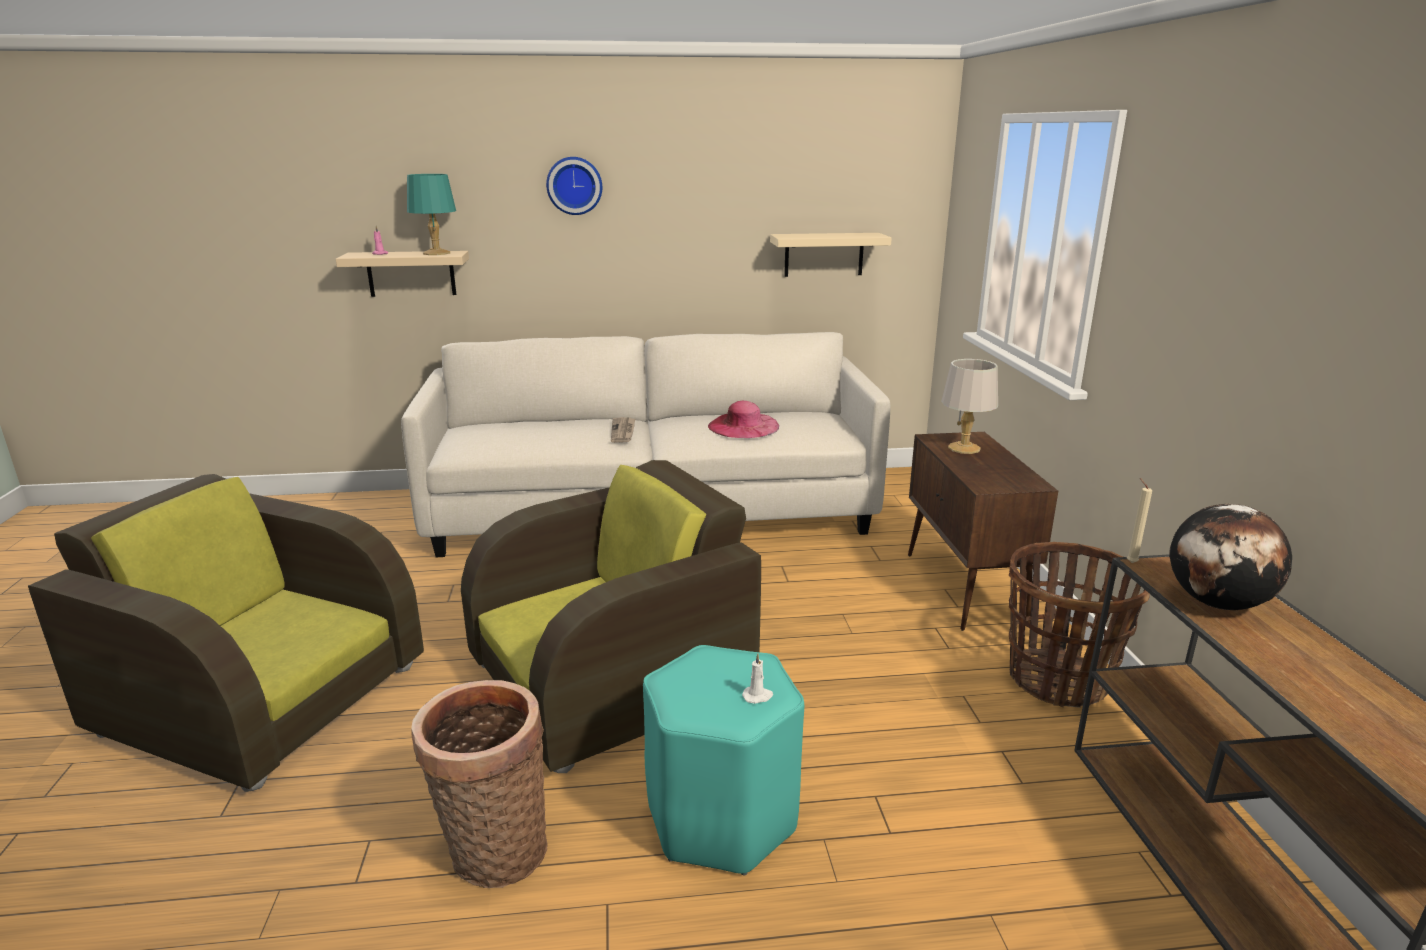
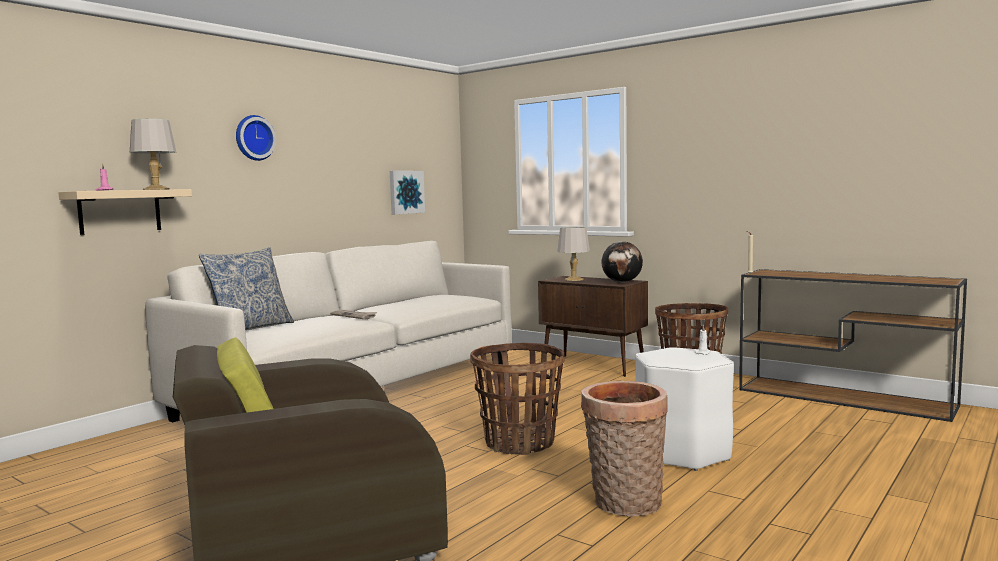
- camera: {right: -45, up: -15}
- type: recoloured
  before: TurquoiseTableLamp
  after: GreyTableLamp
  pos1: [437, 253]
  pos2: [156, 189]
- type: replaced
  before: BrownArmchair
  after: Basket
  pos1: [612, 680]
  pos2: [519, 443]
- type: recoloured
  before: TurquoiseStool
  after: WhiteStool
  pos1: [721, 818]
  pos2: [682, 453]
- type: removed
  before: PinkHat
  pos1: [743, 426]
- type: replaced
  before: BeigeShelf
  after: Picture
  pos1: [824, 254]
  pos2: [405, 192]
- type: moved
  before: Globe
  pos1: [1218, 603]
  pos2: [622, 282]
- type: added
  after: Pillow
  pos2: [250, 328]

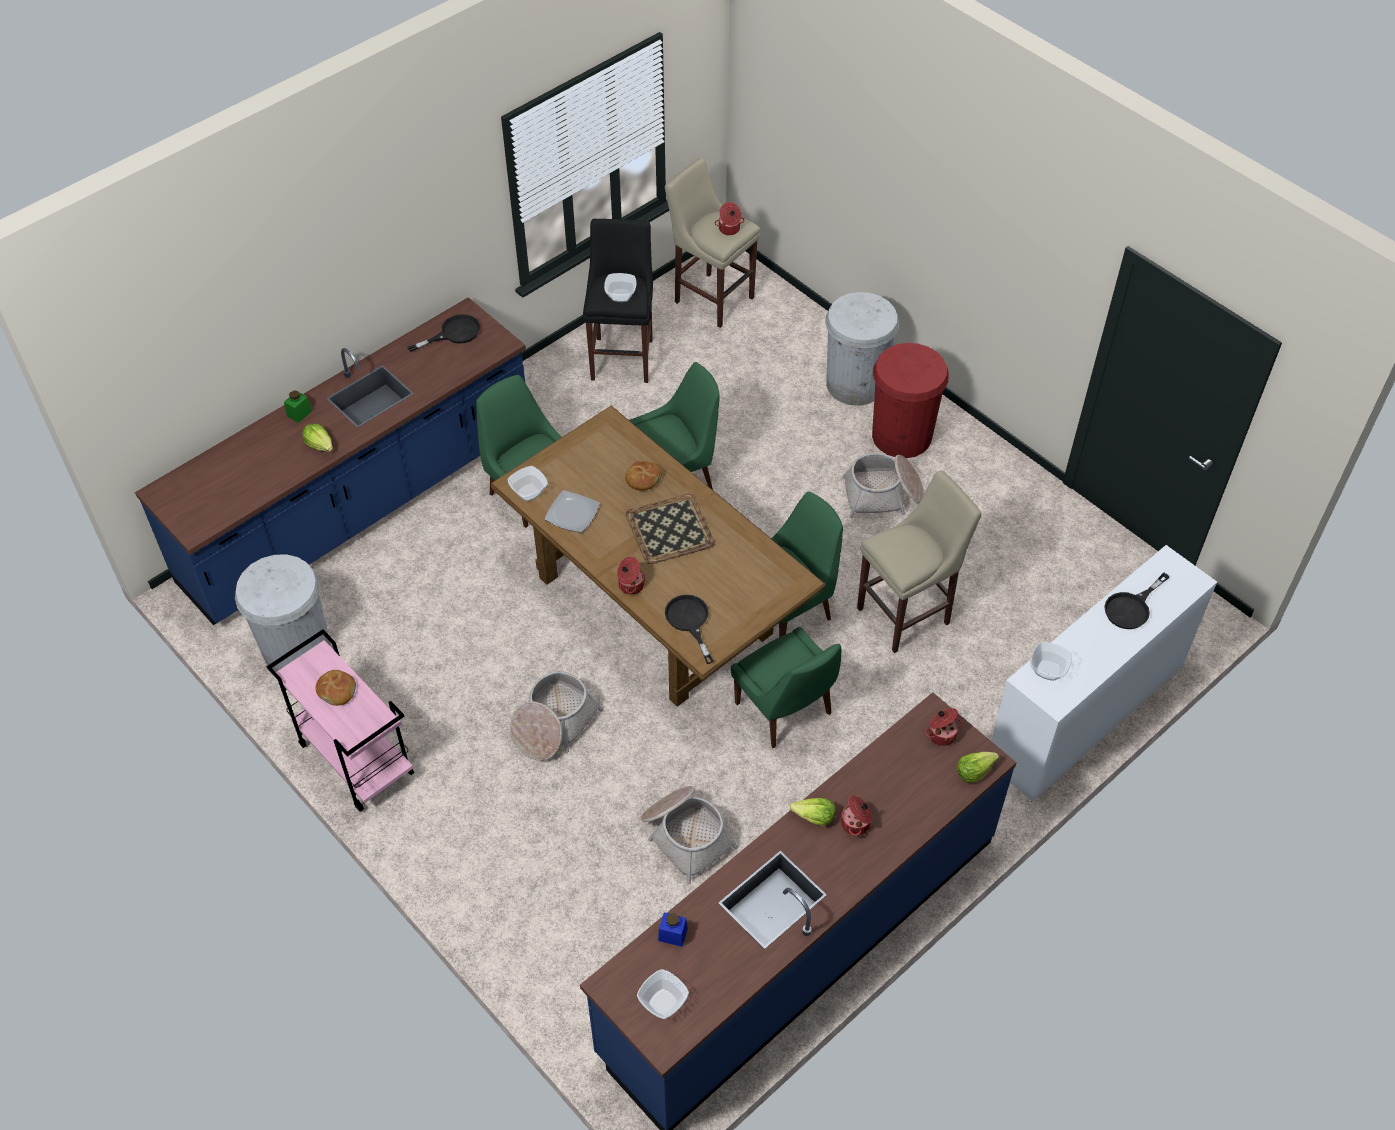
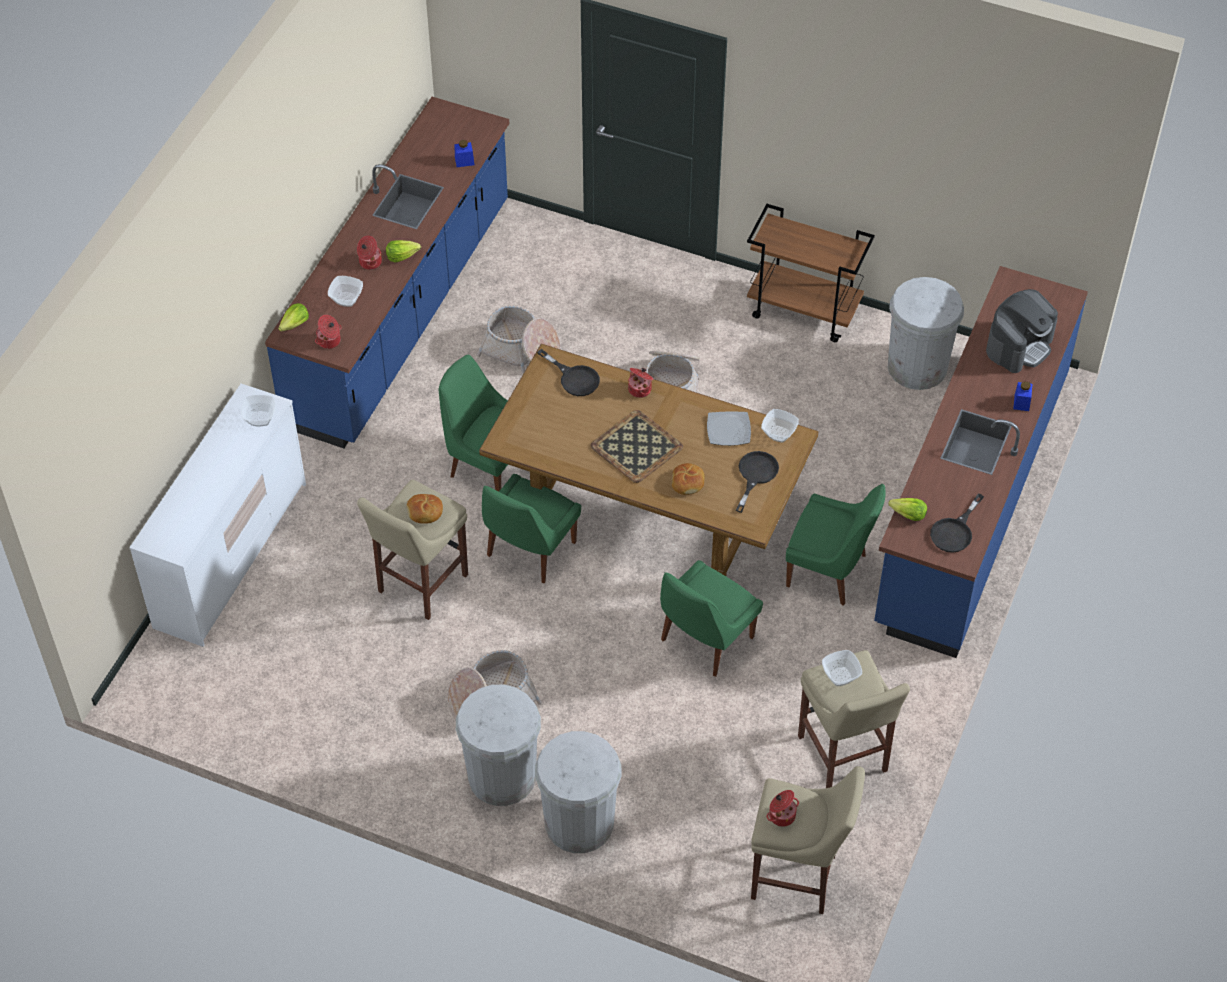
- camera: {right: 155, up: 0}
- type: recoloured
  before: PinkCart
  after: BrownCart
  pos1: [354, 759]
  pos2: [804, 311]
- type: recoloured
  before: GreenJar
  after: BlueJar
  pos1: [299, 413]
  pos2: [1021, 402]
- type: moved
  before: Lettuce
  pos1: [320, 445]
  pos2: [908, 515]
- type: moved
  before: Bread
  pos1: [337, 690]
  pos2: [425, 512]
- type: recoloured
  before: BlackStool
  after: BeigeStool
  pos1: [623, 357]
  pos2: [844, 757]
- type: moved
  before: Bowl
  pos1: [664, 1002]
  pos2: [346, 299]
- type: recoloured
  before: RedTrashCan
  after: WhiteTrashCan
  pos1: [901, 435]
  pos2: [502, 776]
- type: moved
  before: BlackFryingPan
  pos1: [1131, 607]
  pos2: [755, 475]
- type: added
  after: CoffeeMachine
  pos2: [1019, 345]

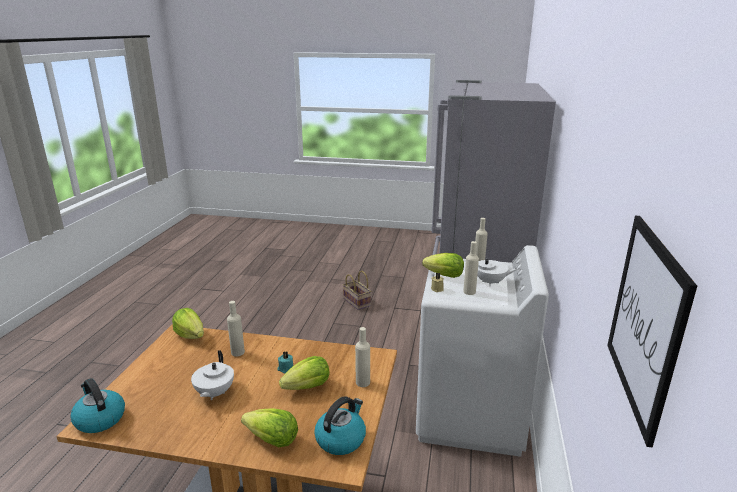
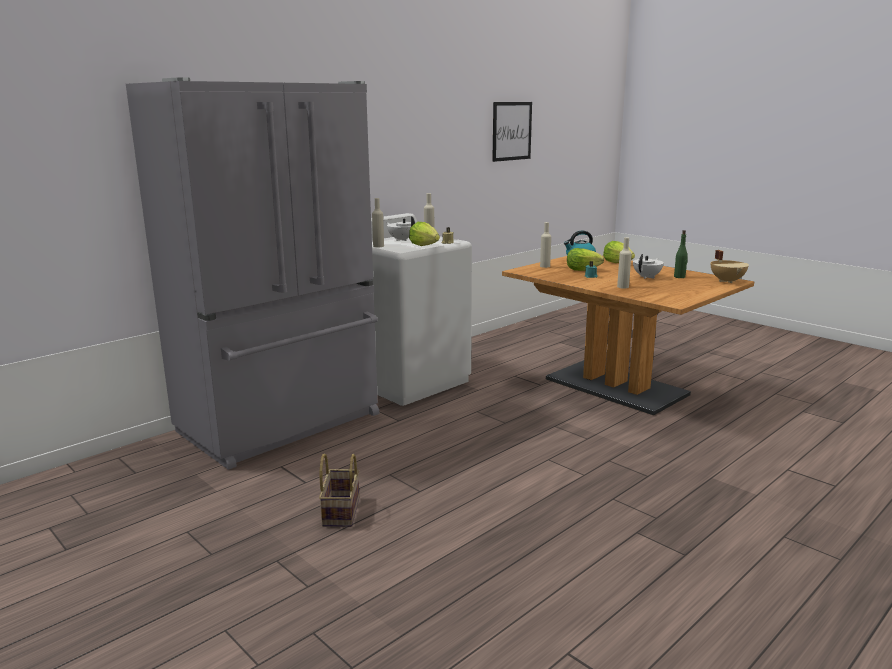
- camera: {right: -145, up: -5}
- type: replaced
  before: Kettle
  after: BeigeCookingPot
  pos1: [99, 419]
  pos2: [727, 281]
- type: removed
  before: Lettuce
  pos1: [190, 335]
- type: added
  after: GreenBottle
  pos2: [679, 277]

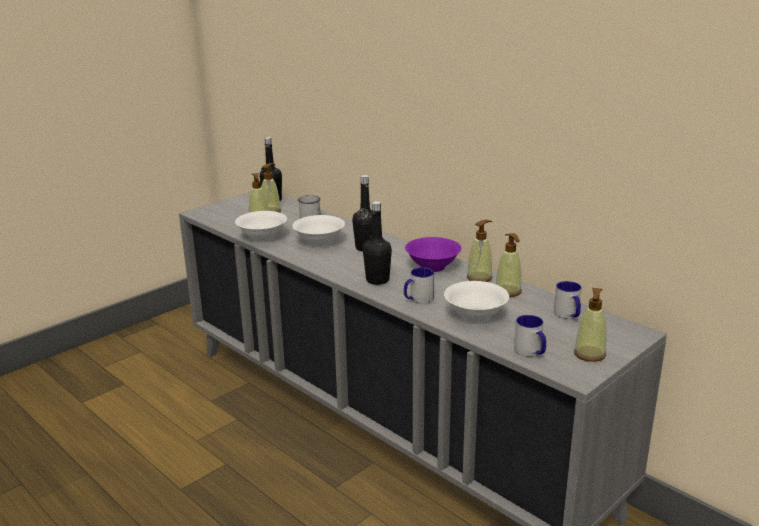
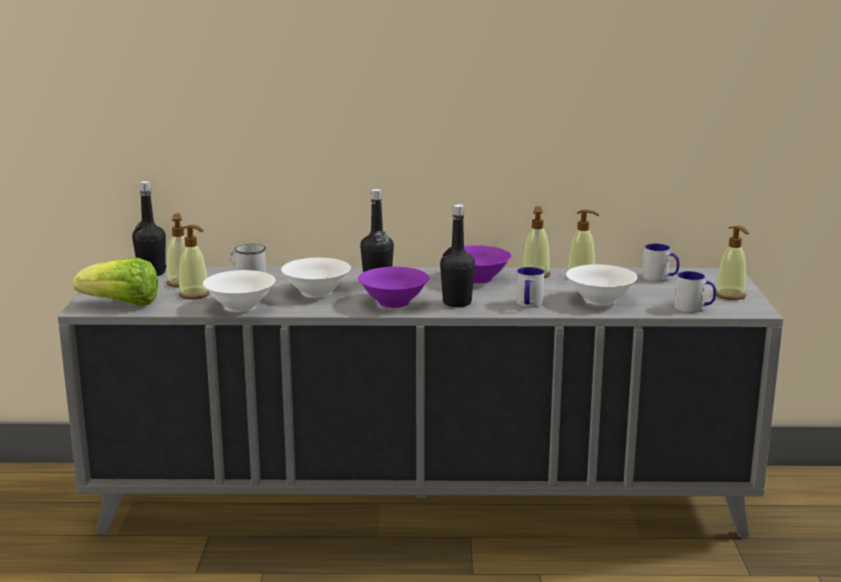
- camera: {right: -45, up: -5}
- type: added
  after: Lettuce
  pos2: [122, 304]
- type: added
  after: PurpleBowl
  pos2: [394, 302]

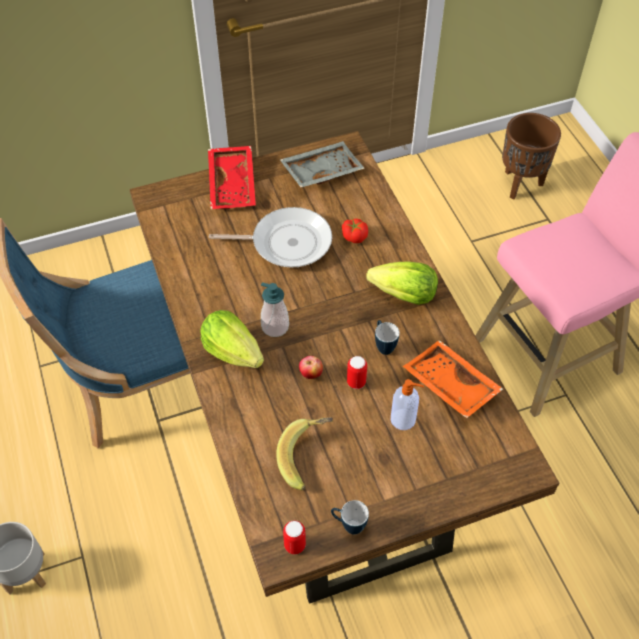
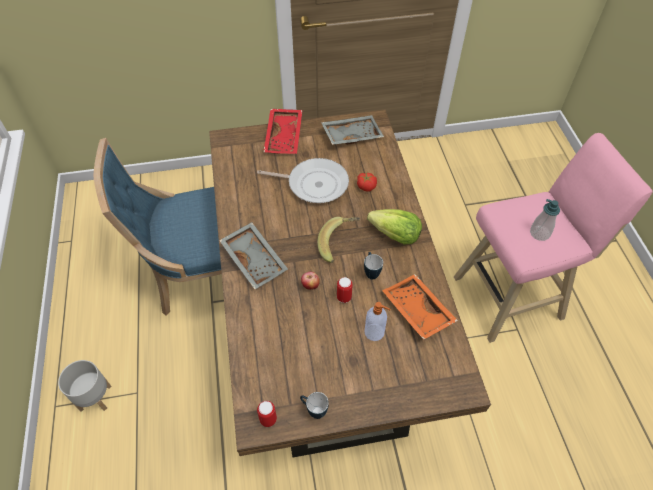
- camera: {right: 10, up: 0}
- type: replaced
  before: Lettuce
  after: GreyTray
  pos1: [232, 351]
  pos2: [255, 259]
- type: moved
  before: SoapDispenser
  pos1: [275, 326]
  pos2: [539, 233]
- type: moved
  before: Banana
  pos1: [308, 458]
  pos2: [339, 244]
- type: removed
  before: BrownPlanter
  pos1: [521, 184]

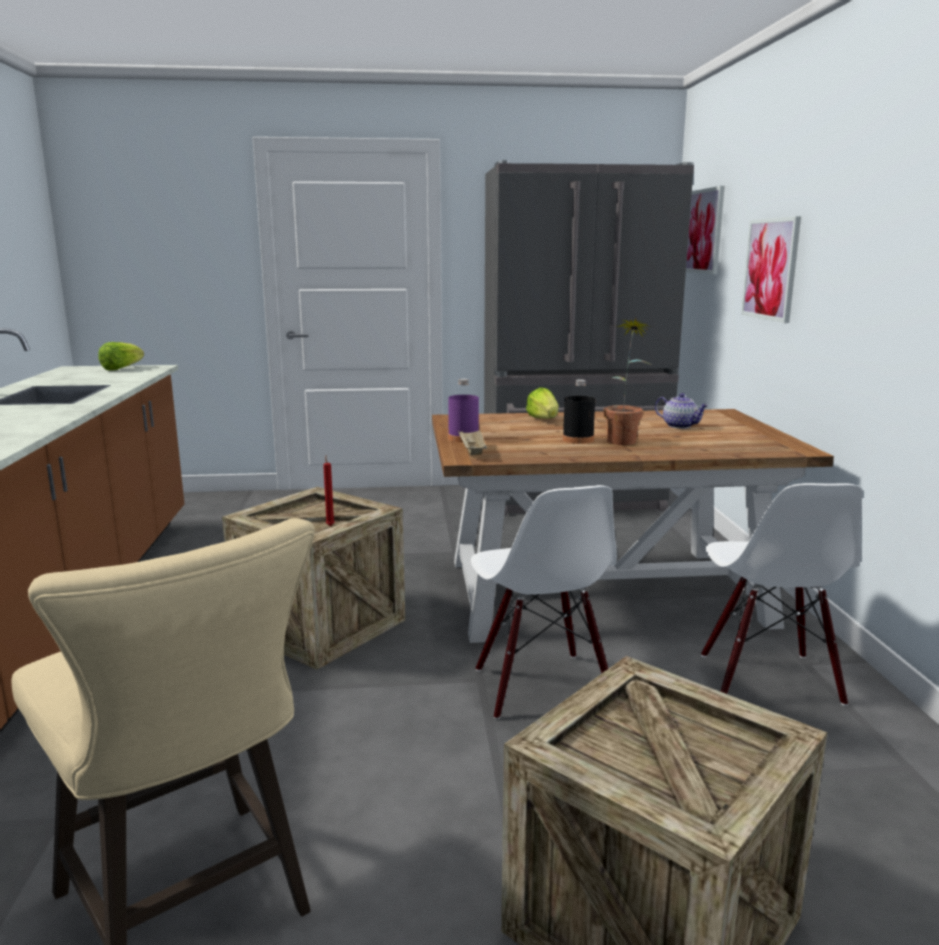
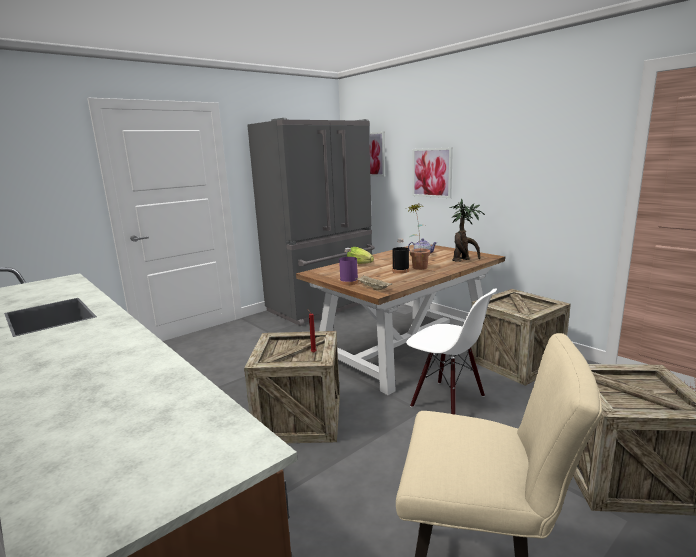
- camera: {right: -35, up: 0}
- type: removed
  before: Lettuce
  pos1: [121, 368]
- type: replaced
  before: WhiteChair
  after: Crate
  pos1: [767, 679]
  pos2: [516, 363]
- type: added
  after: PottedPlant
  pos2: [463, 260]

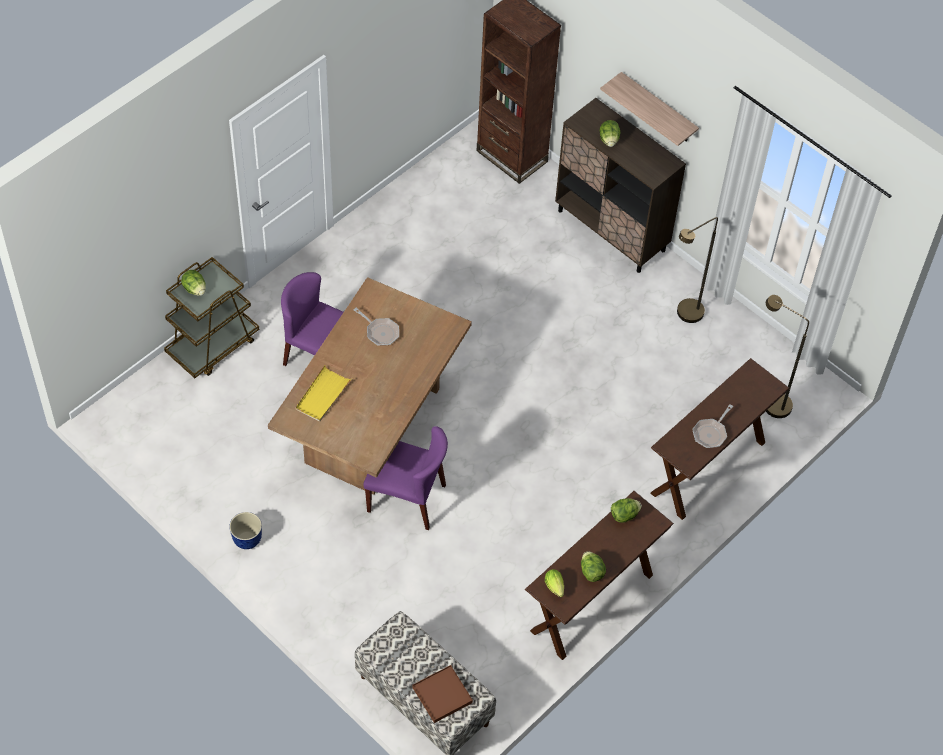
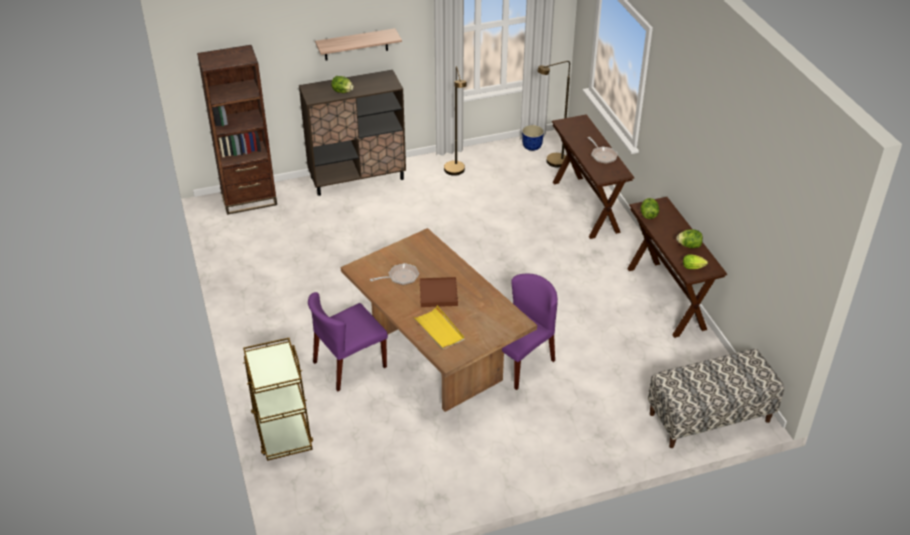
- camera: {right: -60, up: -15}
- type: removed
  before: Lettuce
  pos1: [195, 289]
- type: moved
  before: Planter
  pos1: [248, 540]
  pos2: [532, 147]
- type: moved
  before: BrownTray
  pos1: [442, 695]
  pos2: [438, 294]

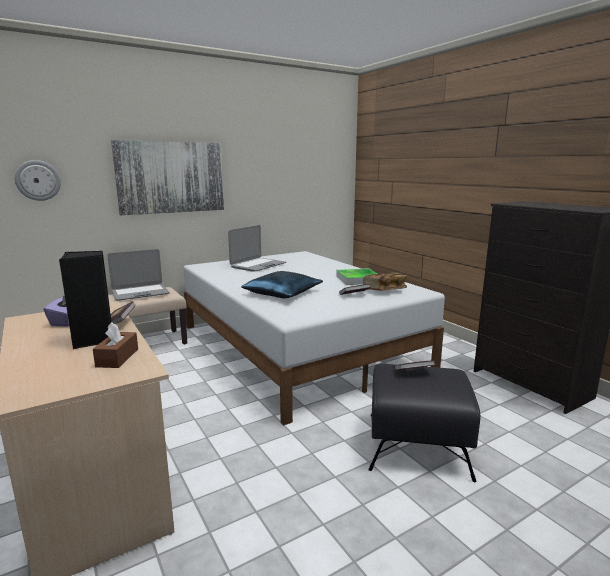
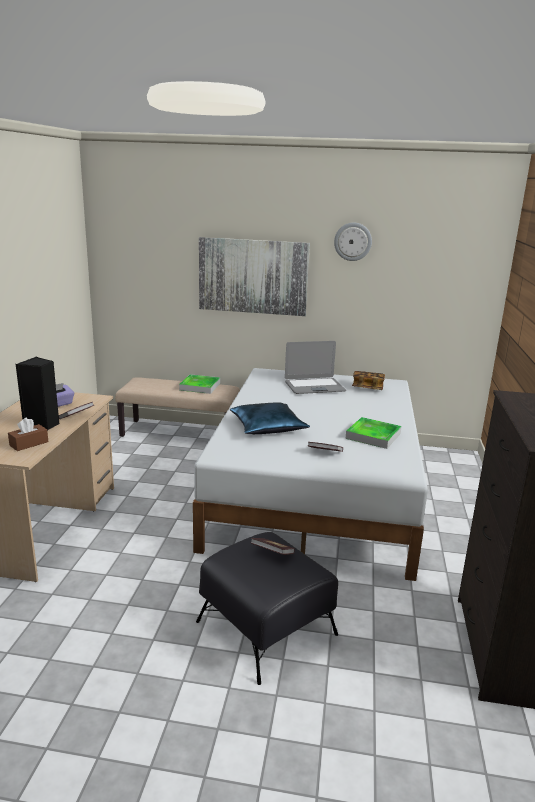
- camera: {right: 40, up: 5}
- type: moved
  before: WallClock
  pos1: [38, 180]
  pos2: [353, 241]
- type: replaced
  before: Laptop
  after: Tray
  pos1: [140, 293]
  pos2: [200, 386]
- type: moved
  before: Book
  pos1: [384, 290]
  pos2: [367, 388]

